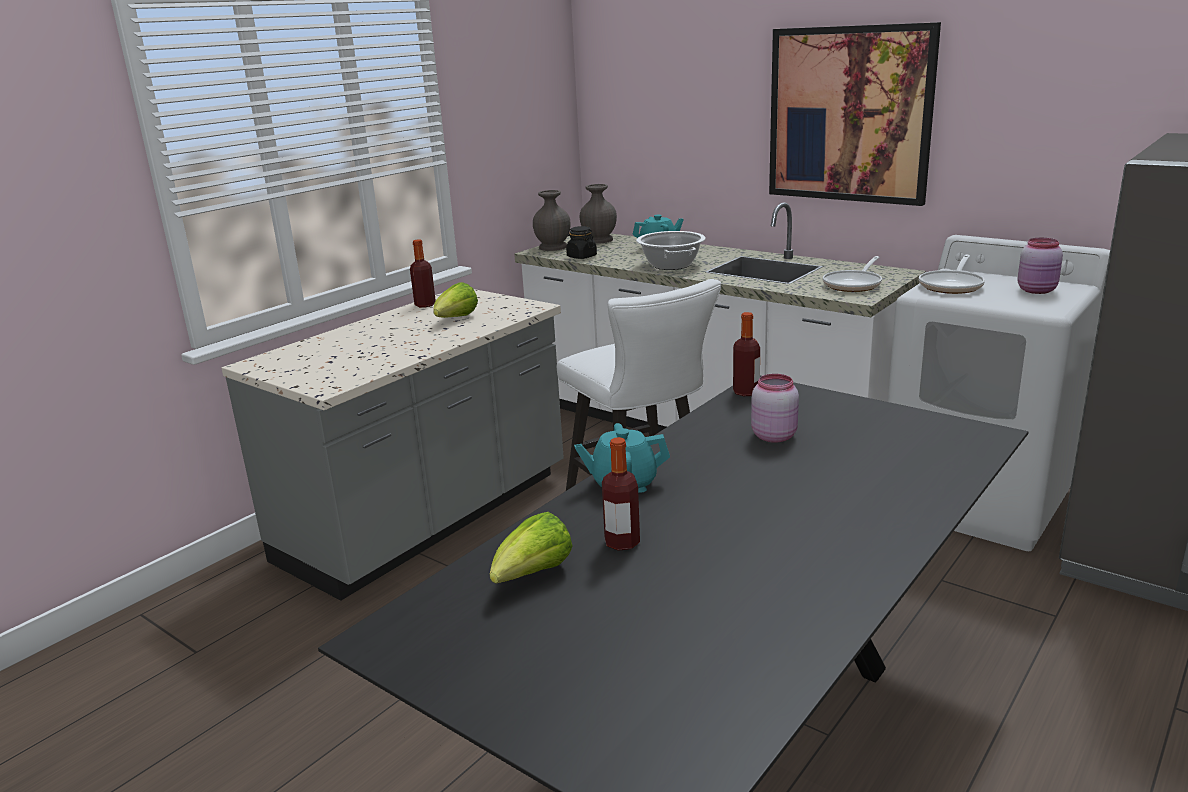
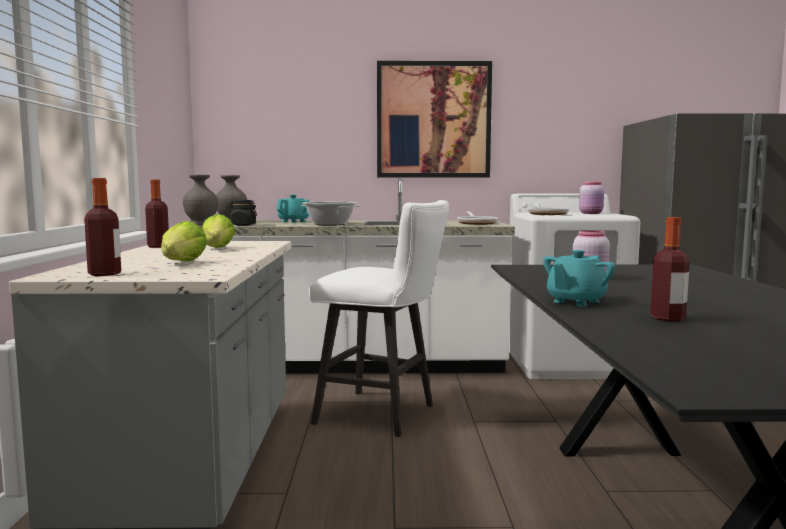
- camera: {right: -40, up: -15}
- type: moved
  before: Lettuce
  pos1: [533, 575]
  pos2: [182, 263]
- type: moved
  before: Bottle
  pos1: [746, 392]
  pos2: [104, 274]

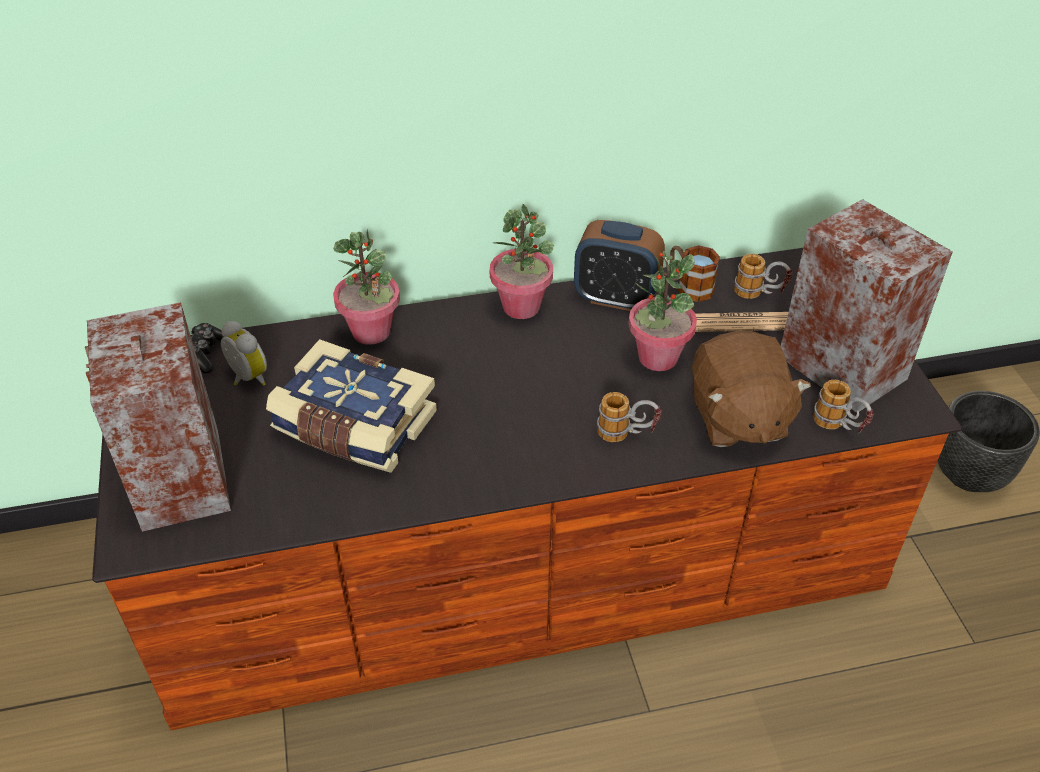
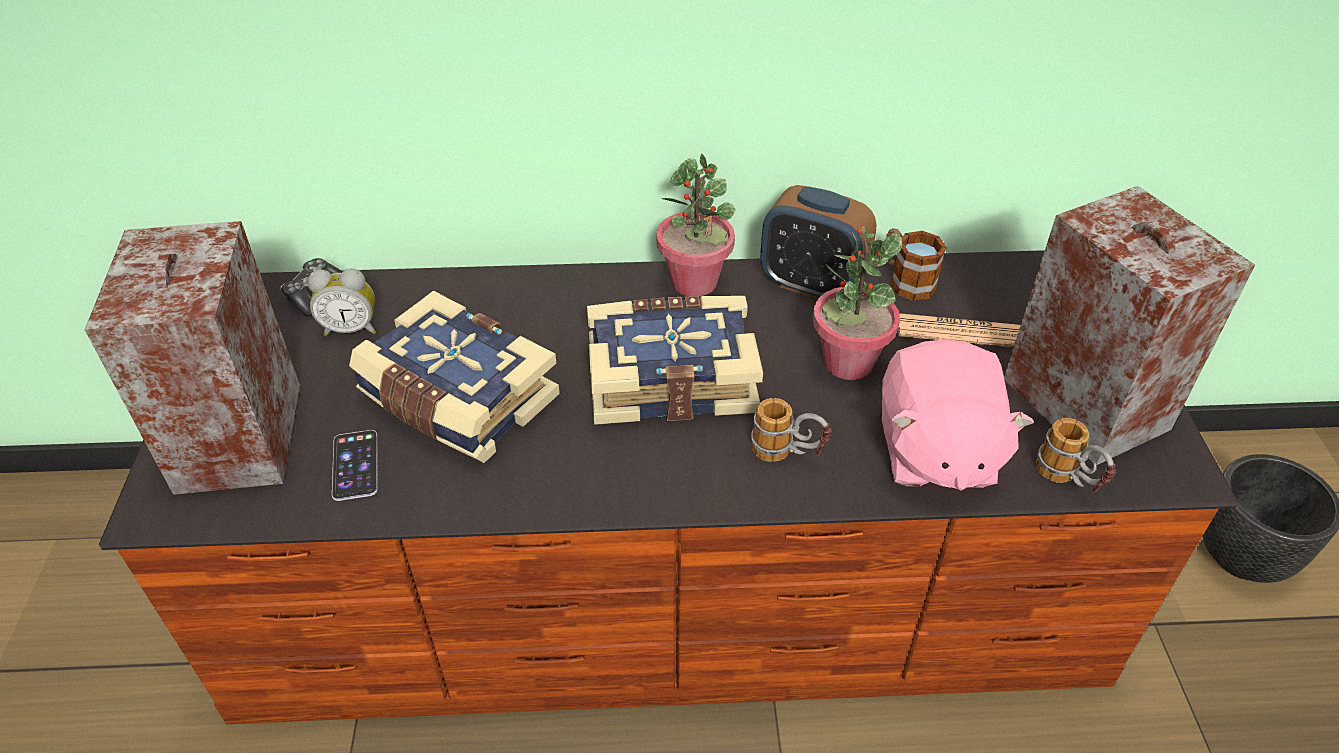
- camera: {right: 10, up: 0}
- type: turned
  before: AlarmClock
  pos1: [246, 378]
  pos2: [351, 328]
  turn: 120
- type: removed
  before: PottedPlant
  pos1: [371, 332]
- type: recoloured
  before: BrownPlushToy
  after: PinkPlushToy
  pos1: [737, 418]
  pos2: [934, 451]
- type: removed
  before: Mug
  pos1: [759, 294]
- type: added
  after: Phone
  pos2: [355, 465]
- type: added
  after: Book
  pos2: [671, 377]

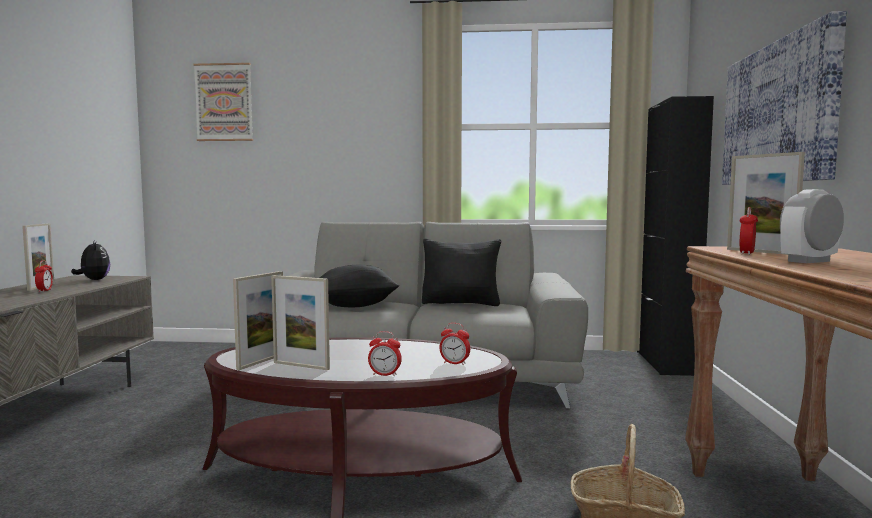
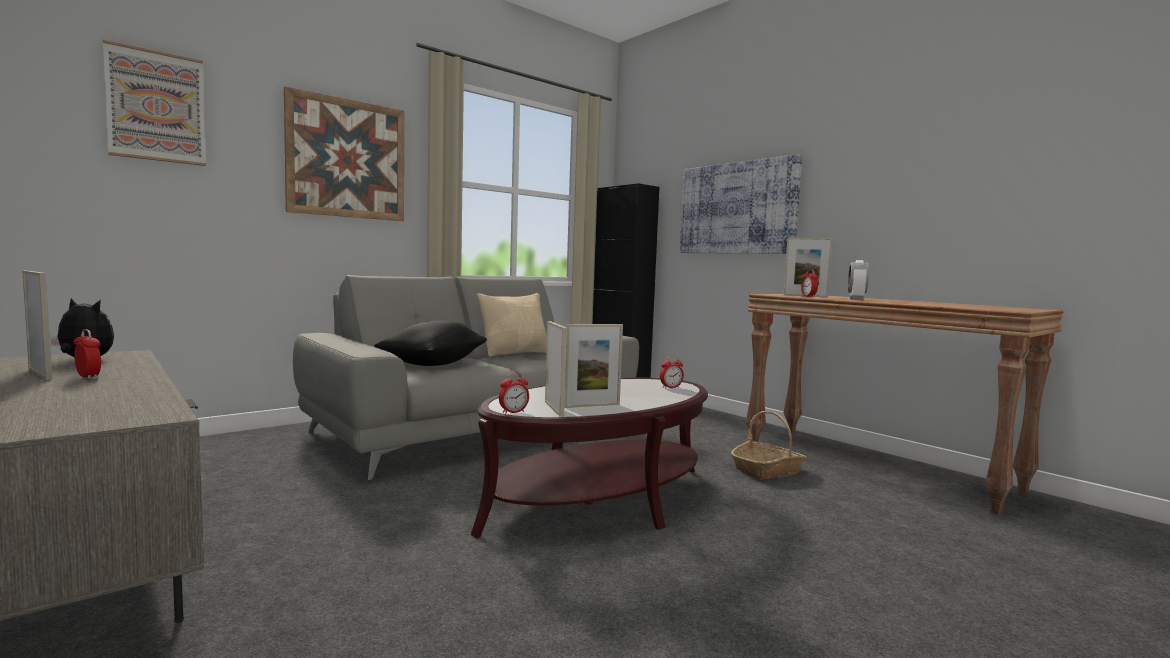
- camera: {right: -45, up: 0}
- type: moved
  before: AlarmClock
  pos1: [385, 374]
  pos2: [513, 412]
- type: recoloured
  before: BlackPillow
  after: BeigePillow
  pos1: [461, 303]
  pos2: [515, 353]
- type: added
  after: Picture
  pos2: [347, 159]

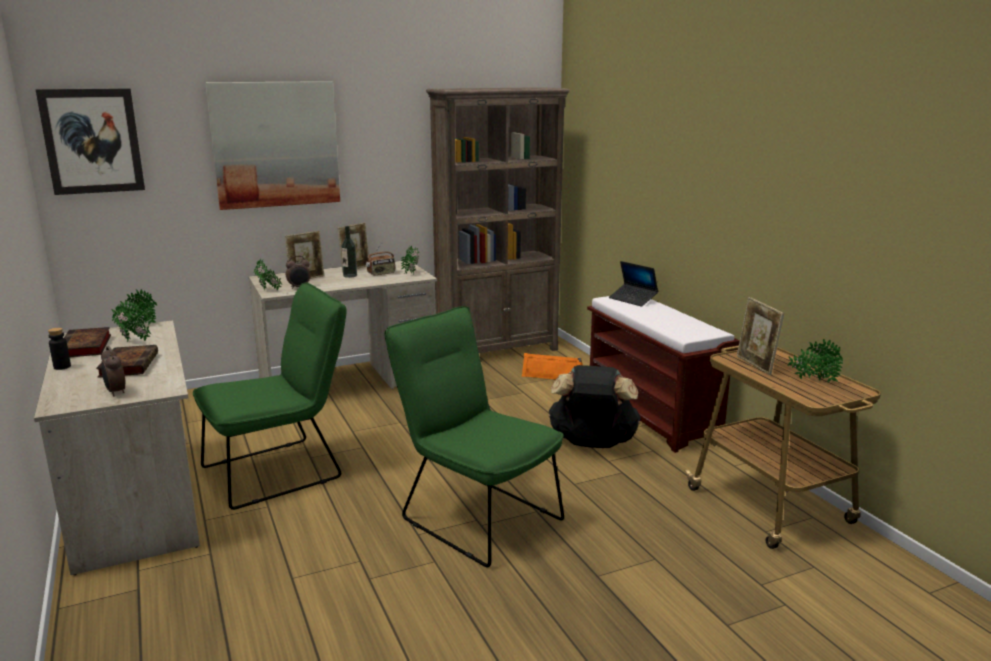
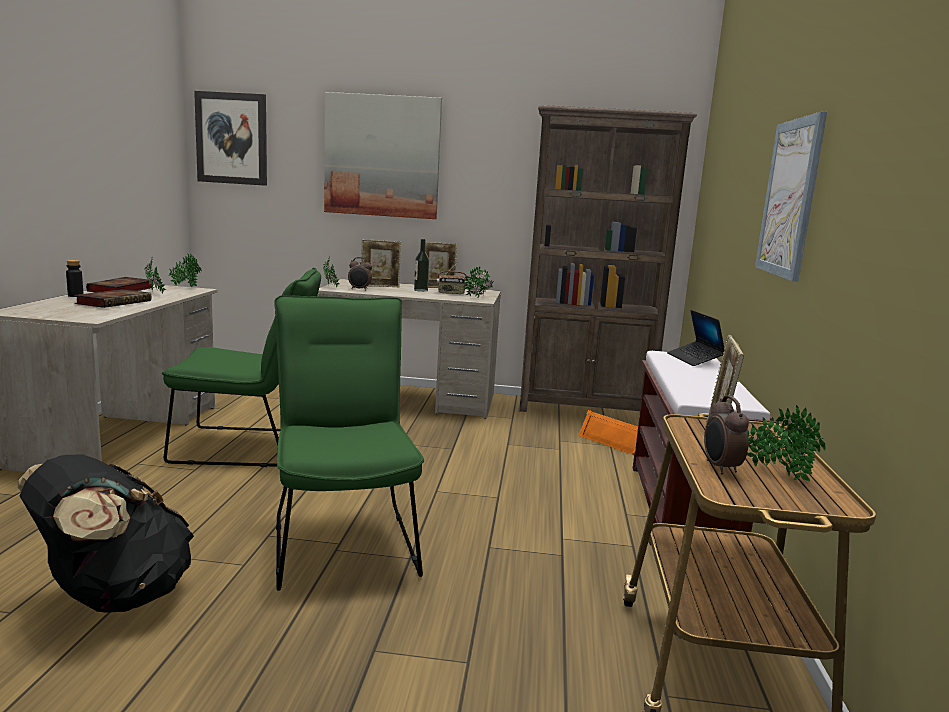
- camera: {right: 30, up: -5}
- type: moved
  before: AlarmClock
  pos1: [115, 392]
  pos2: [720, 468]
- type: moved
  before: BlackBackpack
  pos1: [592, 444]
  pos2: [114, 597]
- type: added
  after: Picture
  pos2: [790, 198]

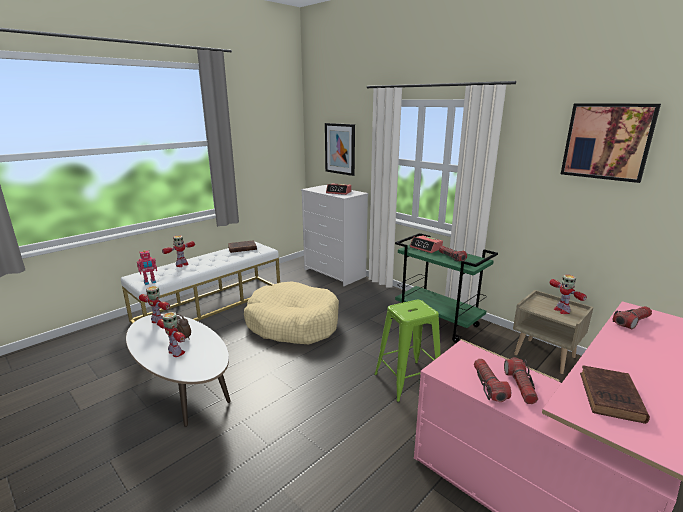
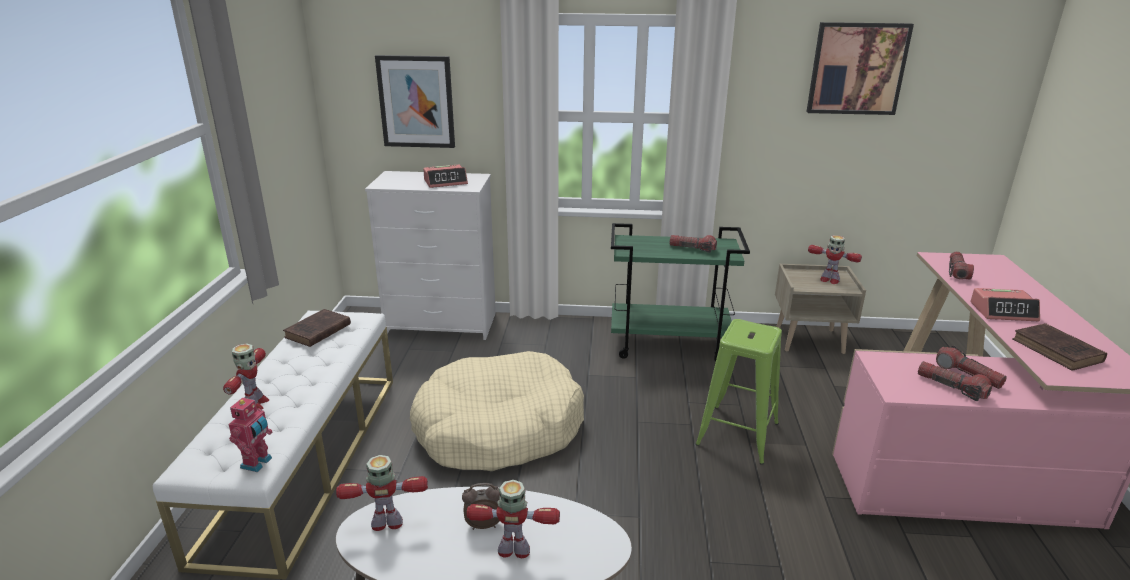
- camera: {right: -40, up: 5}
- type: moved
  before: AlarmClock
  pos1: [426, 248]
  pos2: [1003, 312]

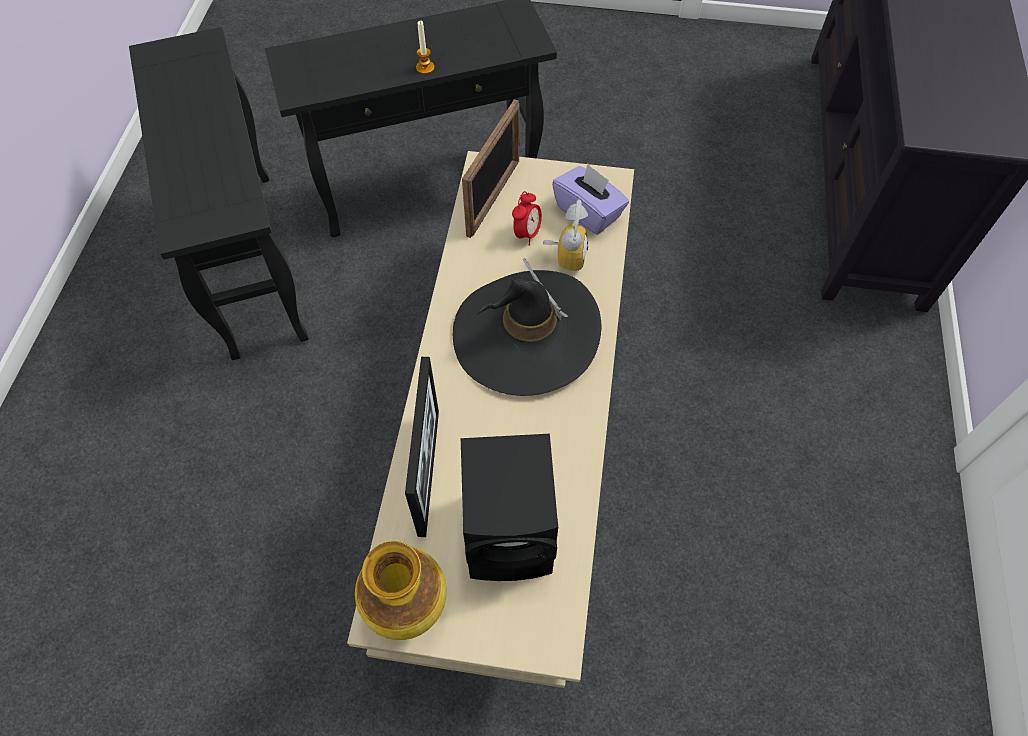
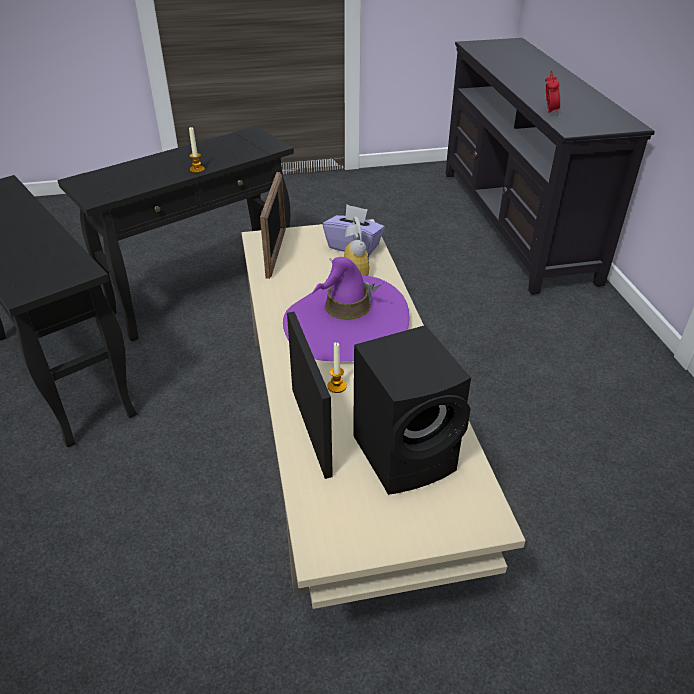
- camera: {right: -20, up: -20}
- type: removed
  before: Vase
  pos1: [410, 610]
- type: recoloured
  before: BlackHat
  after: PurpleHat
  pos1: [526, 335]
  pos2: [345, 324]
- type: moved
  before: AlarmClock
  pos1: [527, 233]
  pos2: [549, 112]
- type: added
  after: Candle
  pos2: [337, 386]

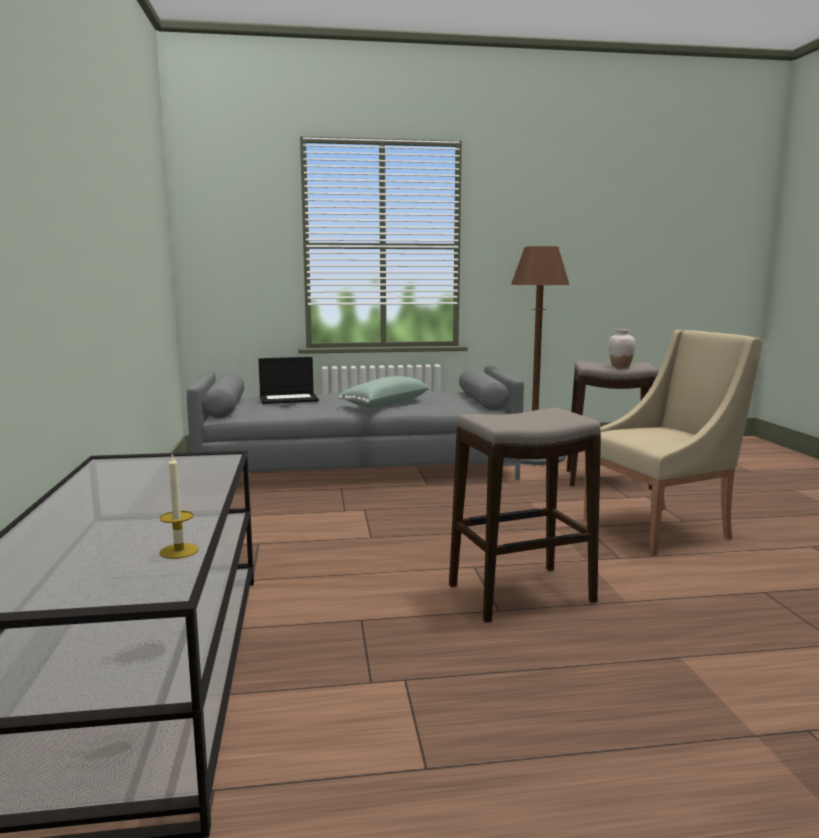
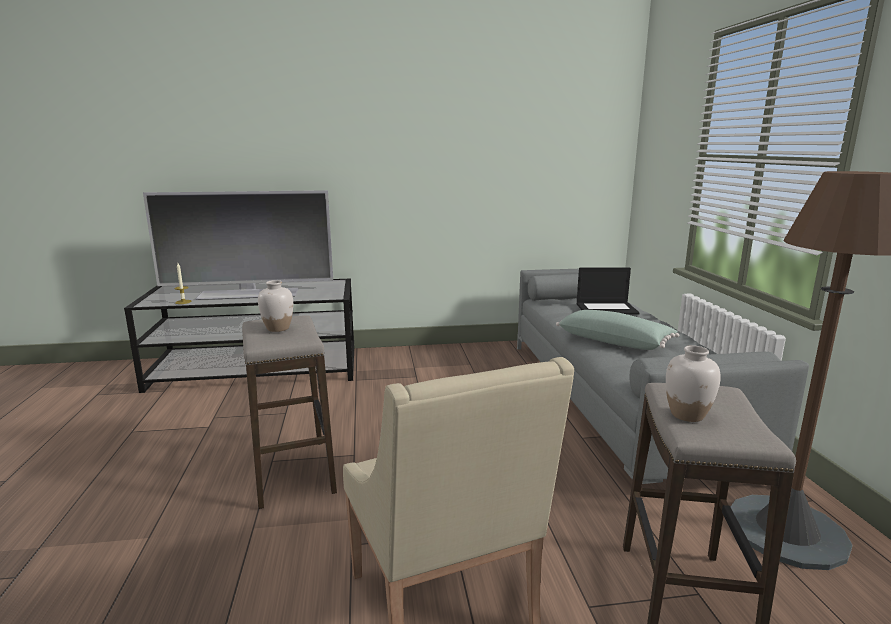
- camera: {right: 90, up: 5}
- type: turned
  before: Laptop
  pos1: [289, 399]
  pos2: [607, 308]
  turn: -75
- type: added
  after: Television
  pos2: [249, 294]
- type: added
  after: WhiteVase
  pos2: [278, 328]

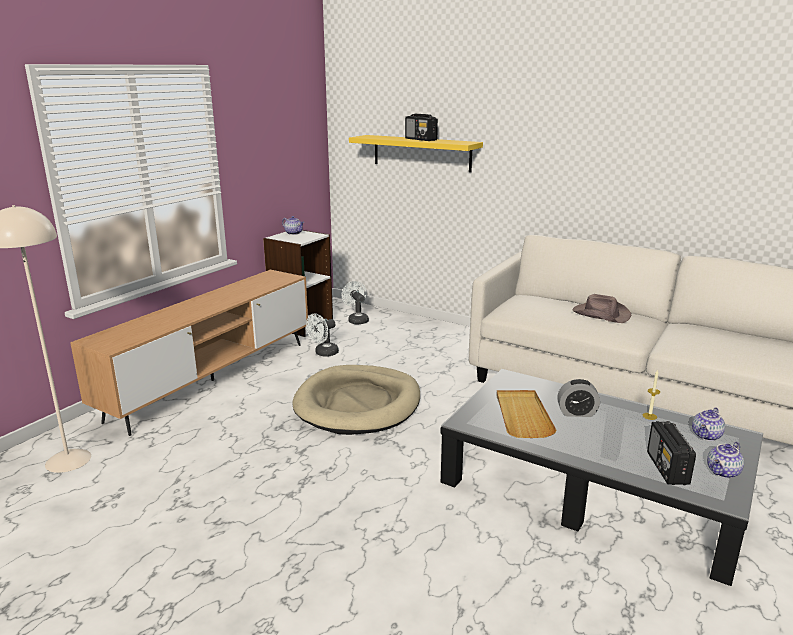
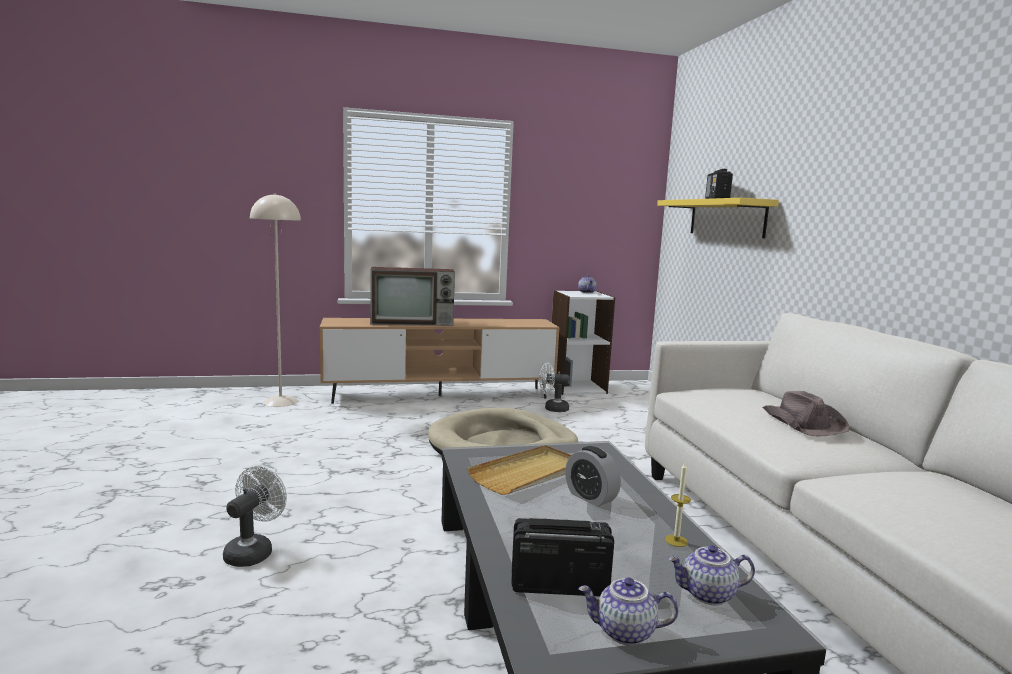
- camera: {right: 45, up: -10}
- type: moved
  before: WhiteFan
  pos1: [356, 320]
  pos2: [253, 551]
- type: turned
  before: Radio
  pos1: [667, 469]
  pos2: [558, 584]
  turn: 45
- type: added
  after: Television
  pos2: [413, 322]

